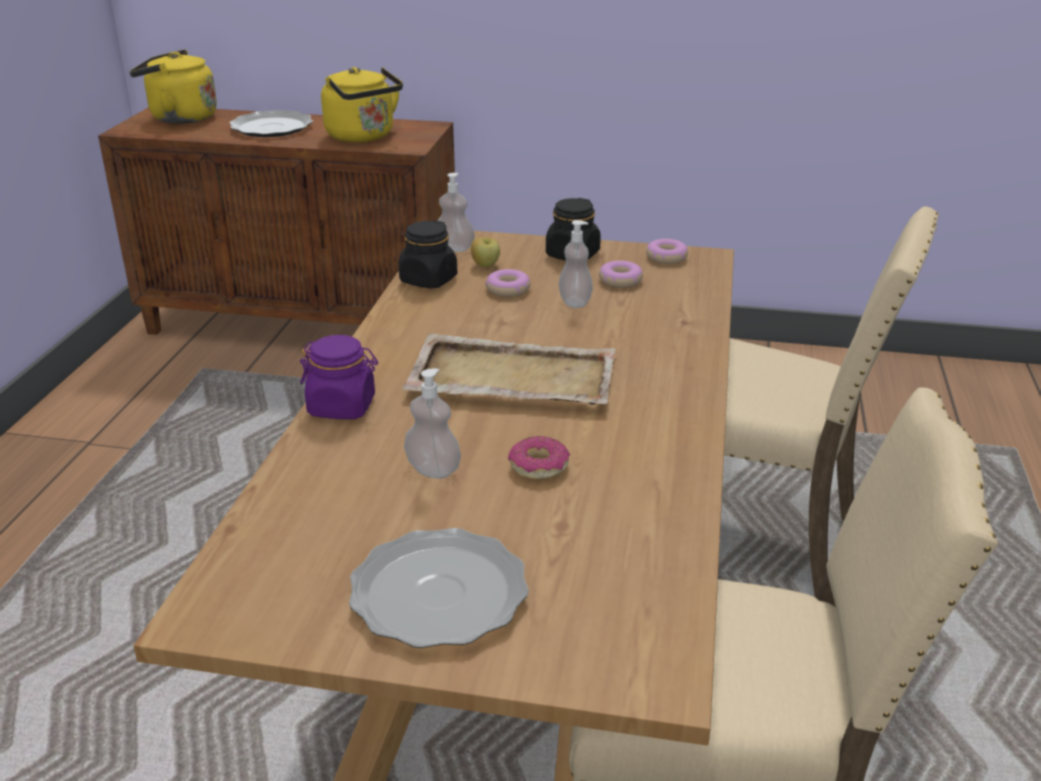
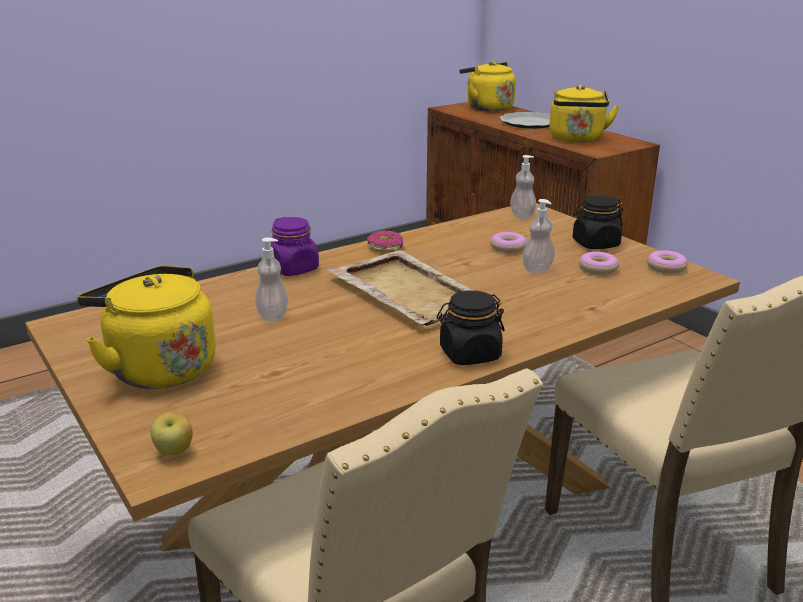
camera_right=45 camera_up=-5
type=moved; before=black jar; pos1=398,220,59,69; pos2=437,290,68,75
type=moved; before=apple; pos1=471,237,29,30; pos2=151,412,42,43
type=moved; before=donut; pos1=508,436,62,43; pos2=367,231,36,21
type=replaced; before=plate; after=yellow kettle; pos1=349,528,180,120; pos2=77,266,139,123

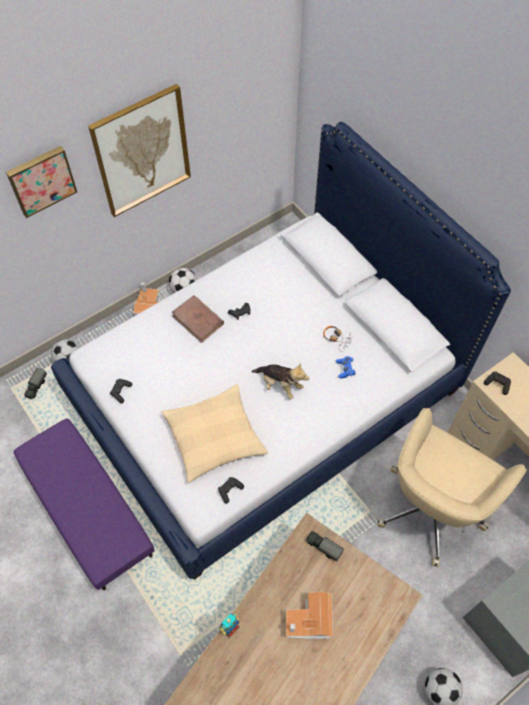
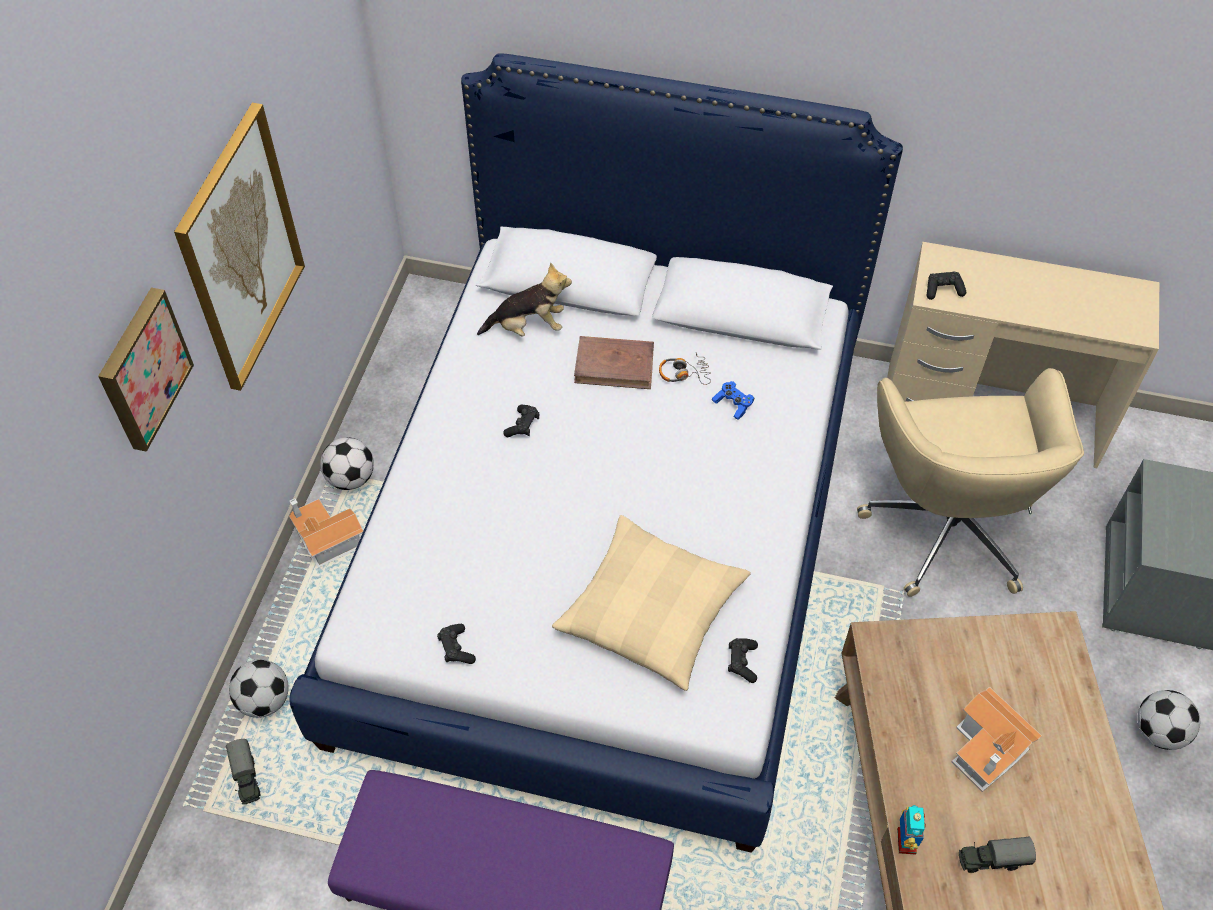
camera_right=-40 camera_up=-5
type=moved; before=brown book; pos1=171,295,53,48; pos2=574,336,80,53
type=moved; before=plush toy; pos1=251,363,58,36; pos2=477,262,95,75
type=moved; before=toy truck; pos1=306,531,38,31; pos2=959,837,77,36

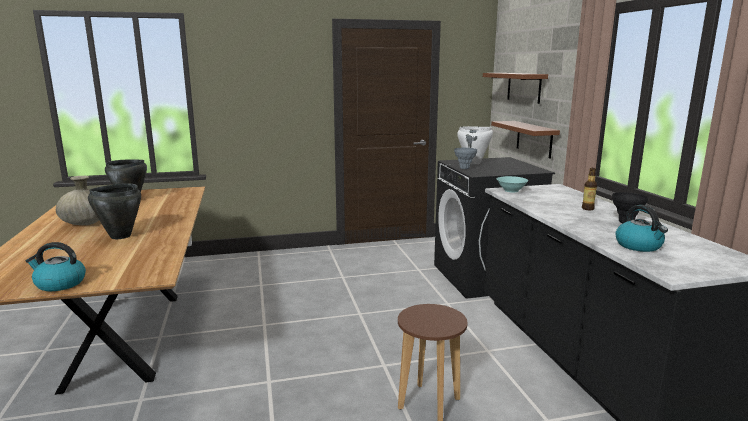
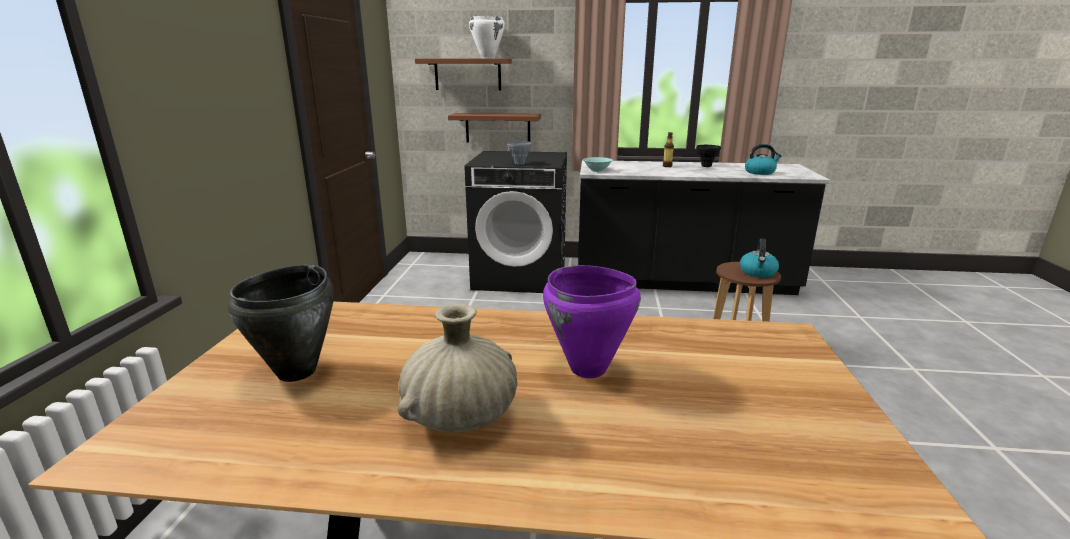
camera_right=-70 camera_up=5
type=moved; before=kettle; pos1=26,242,60,49; pos2=740,239,39,39
type=moved; before=white cooking pot; pos1=457,126,36,38; pos2=469,16,36,42
type=recoloured; before=black cooking pot; after=purple cooking pot; pos1=88,183,53,56; pos2=543,265,98,113

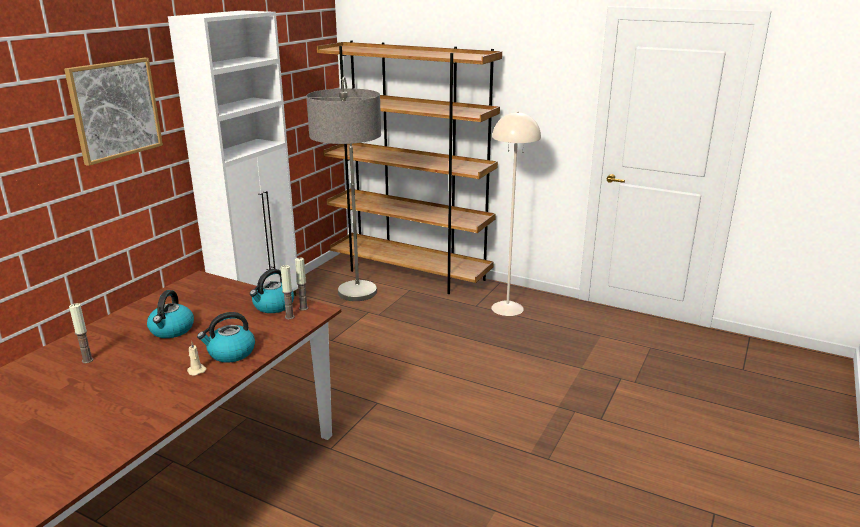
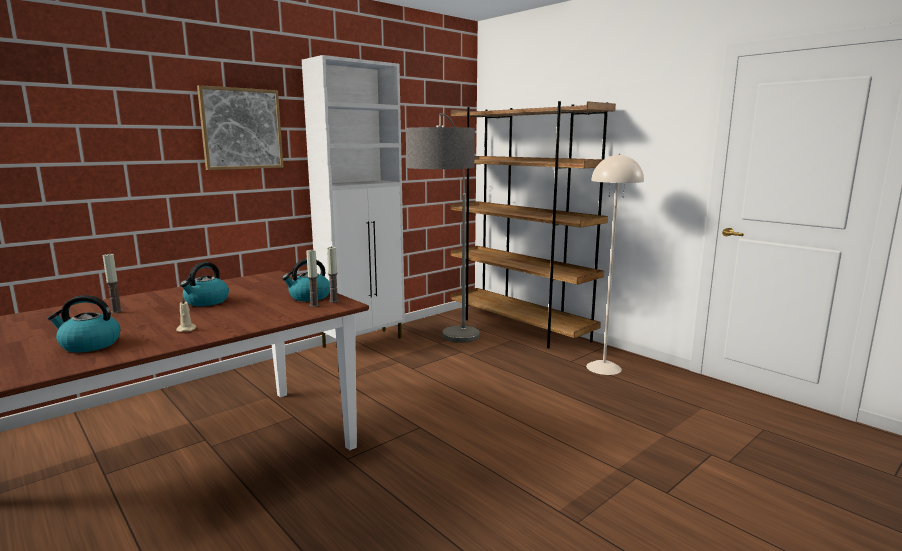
camera_right=20 camera_up=-10
type=moved; before=kettle; pos1=197,312,58,51; pos2=48,295,72,58

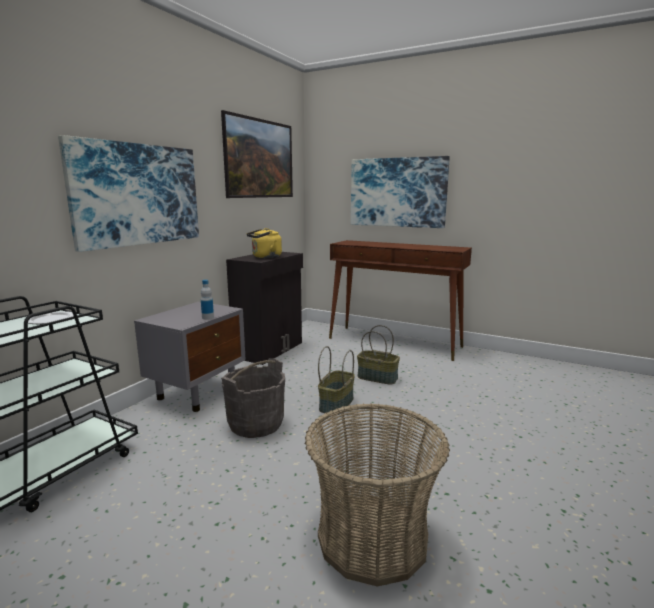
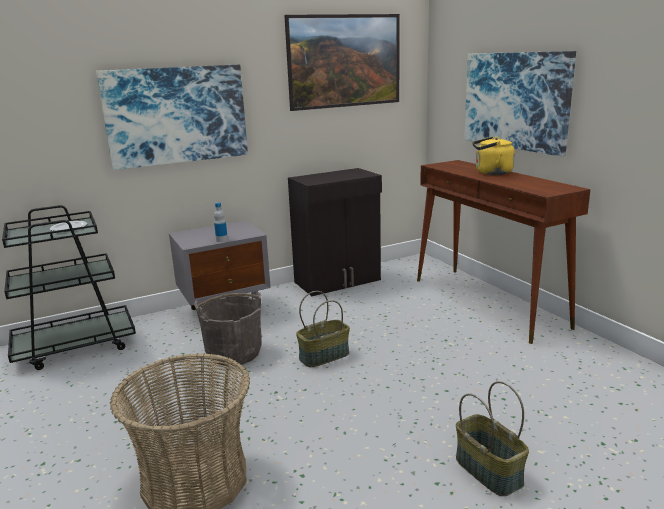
camera_right=35 camera_up=5
type=moved; before=yellow kettle; pos1=247,228,35,30; pos2=472,137,43,38
type=moved; before=basket; pos1=357,325,43,60; pos2=456,381,73,115

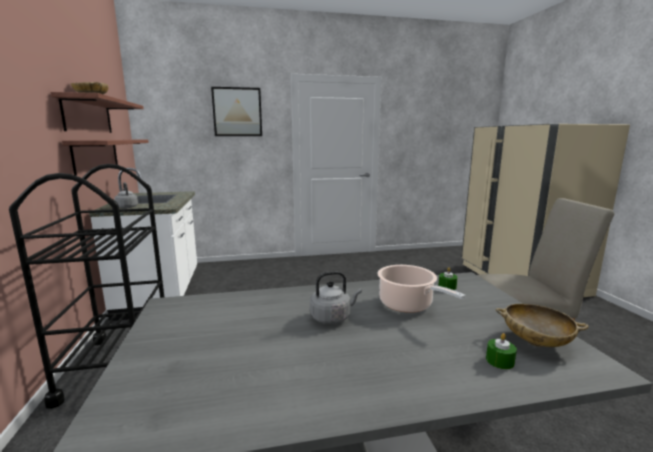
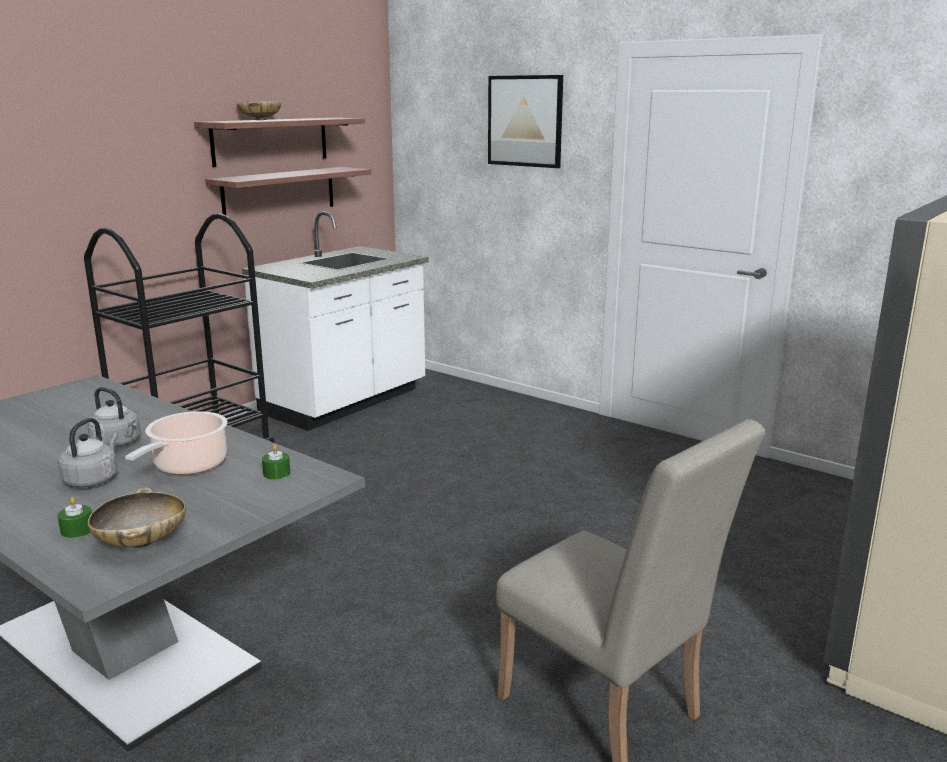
camera_right=50 camera_up=5
type=moved; before=grey kettle; pos1=114,182,24,27; pos2=58,418,60,70

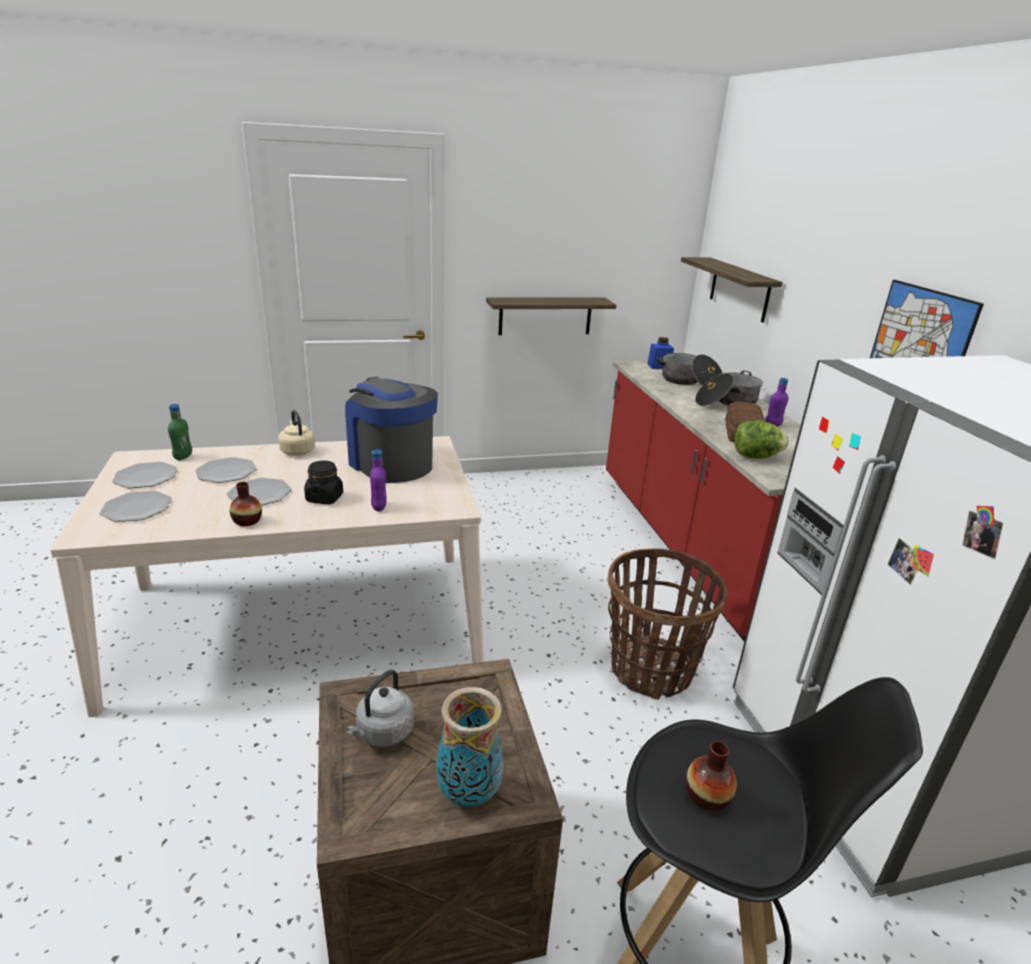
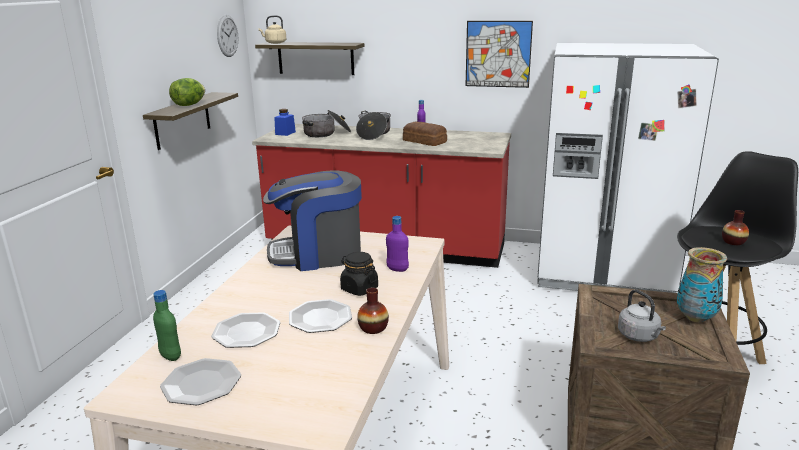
camera_right=-60 camera_up=-5
type=removed; before=plate; pos1=99,491,72,31
type=removed; before=basket; pos1=607,548,121,152
type=added; after=wall clock; pos2=217,15,21,42
type=moved; before=beige kettle; pos1=278,410,37,46; pos2=258,15,28,29
type=moved; before=lettuce; pos1=734,420,55,38; pos2=169,78,36,28

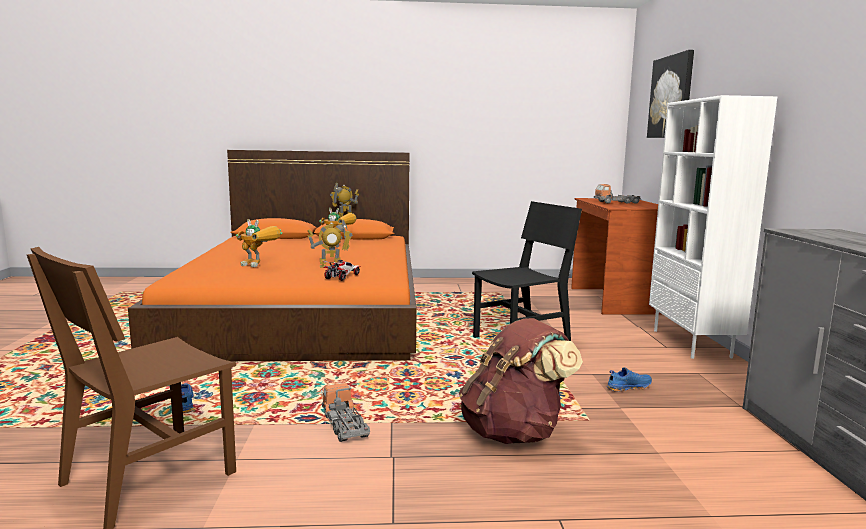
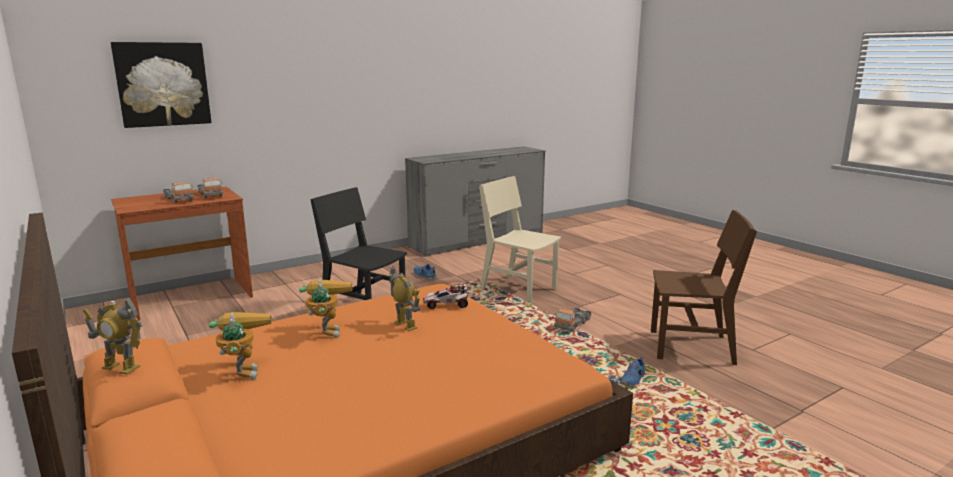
camera_right=-120 camera_up=5
type=removed; before=white bookcase; pos1=649,95,128,264
type=added; after=toy truck; pos2=198,178,25,20
type=moved; before=toy robot; pos1=236,219,46,48; pos2=299,279,53,59
type=replaced; before=brown backpack; after=beige chair; pos1=459,318,124,126; pos2=479,176,82,128

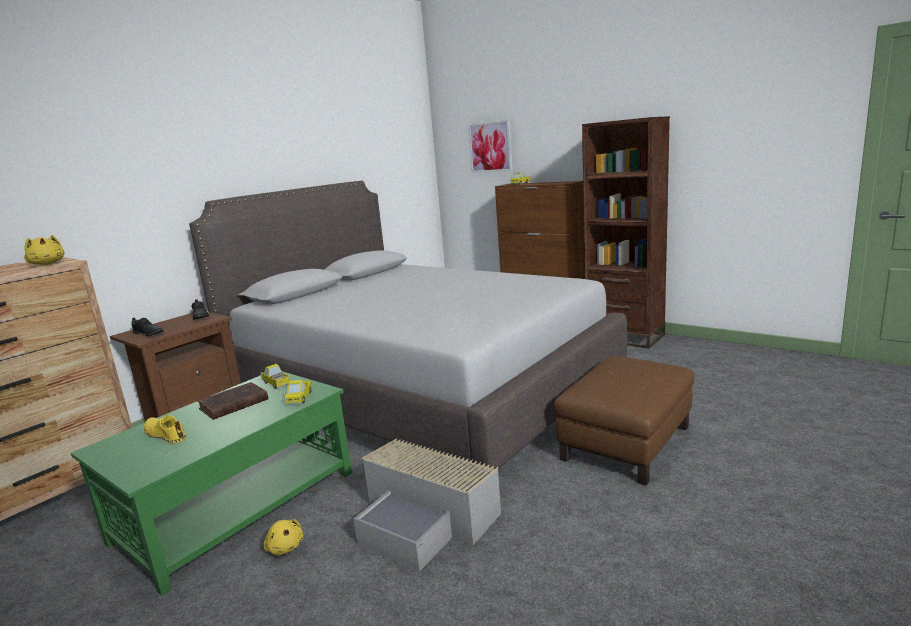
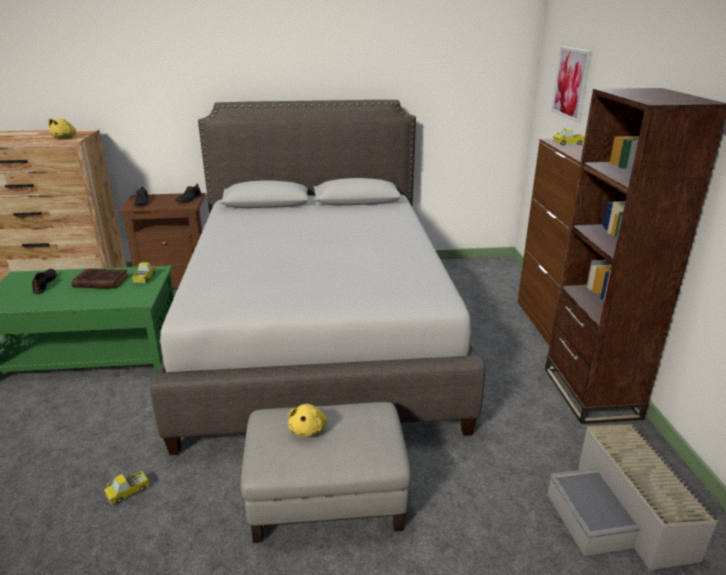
camera_right=45 camera_up=10
type=moved; before=yellow plush toy; pos1=263,519,40,36; pos2=288,404,39,33
type=moved; before=toy truck; pos1=283,380,30,25; pos2=104,471,46,34
type=moved; before=grey storage box; pos1=353,438,148,134; pos2=547,425,172,145
type=recoloured; before=yellow shoe; after=black shoe; pos1=144,415,42,29; pos2=32,269,25,25
type=recoloured; before=brown ottoman; after=grey ottoman; pos1=554,356,140,130; pos2=240,402,172,141

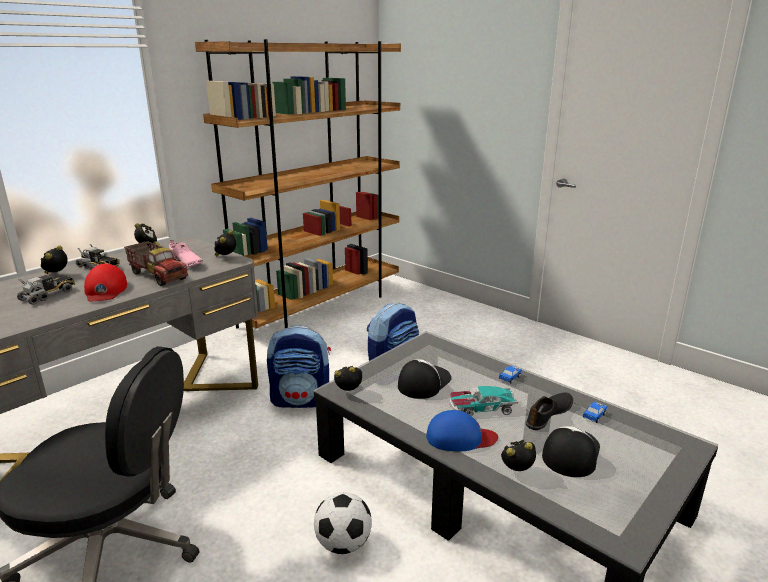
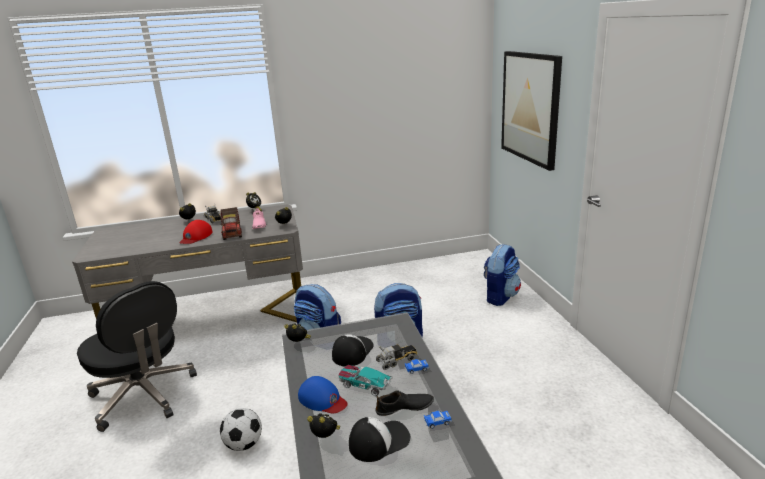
camera_right=35 camera_up=0
type=removed; before=brown bookcase; pos1=195,39,206,290
type=added; after=backpack; pos2=483,244,38,62
type=added; after=picture; pos2=501,51,61,120
type=moved; before=toy truck; pos1=17,275,58,30; pos2=376,344,41,26
type=turned; before=cap; pos1=398,359,53,40; pos2=332,334,42,32; turn=-45

